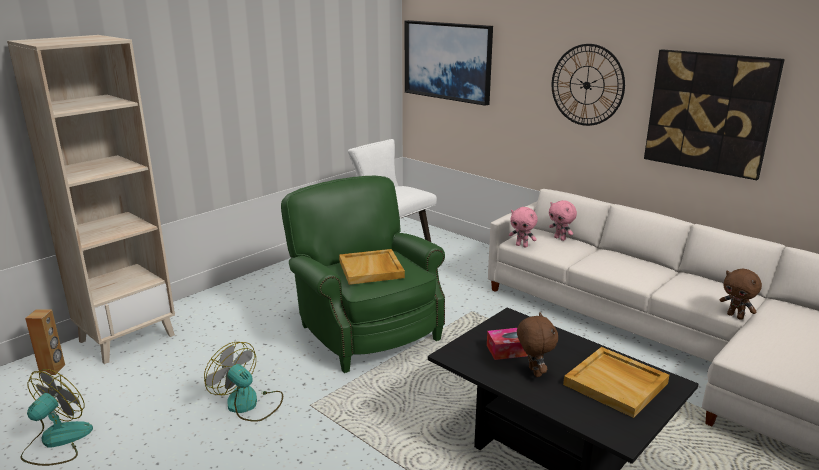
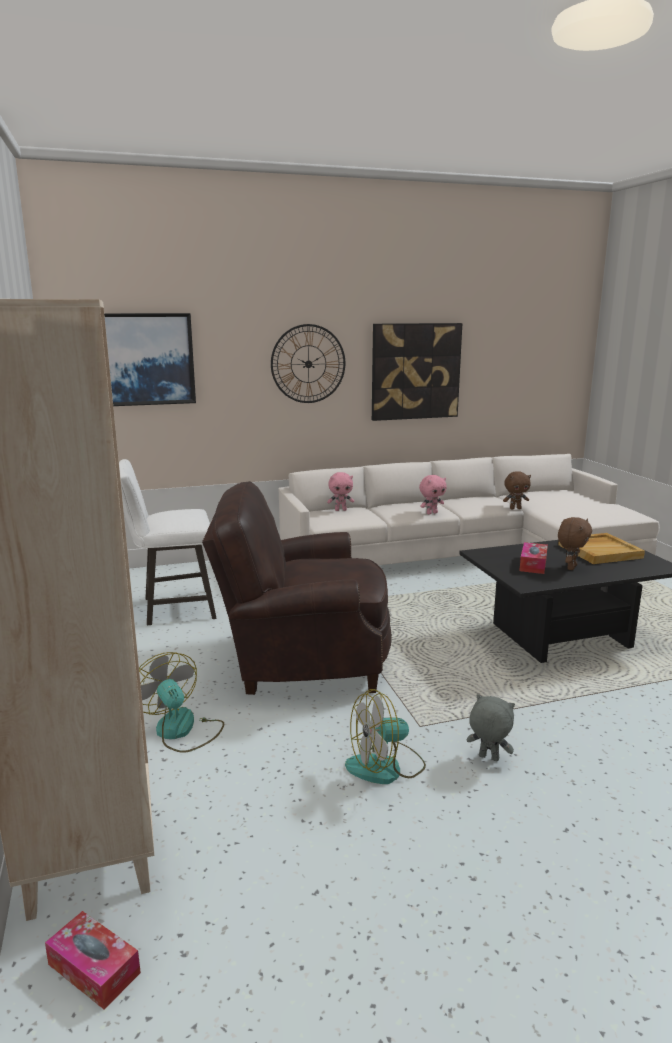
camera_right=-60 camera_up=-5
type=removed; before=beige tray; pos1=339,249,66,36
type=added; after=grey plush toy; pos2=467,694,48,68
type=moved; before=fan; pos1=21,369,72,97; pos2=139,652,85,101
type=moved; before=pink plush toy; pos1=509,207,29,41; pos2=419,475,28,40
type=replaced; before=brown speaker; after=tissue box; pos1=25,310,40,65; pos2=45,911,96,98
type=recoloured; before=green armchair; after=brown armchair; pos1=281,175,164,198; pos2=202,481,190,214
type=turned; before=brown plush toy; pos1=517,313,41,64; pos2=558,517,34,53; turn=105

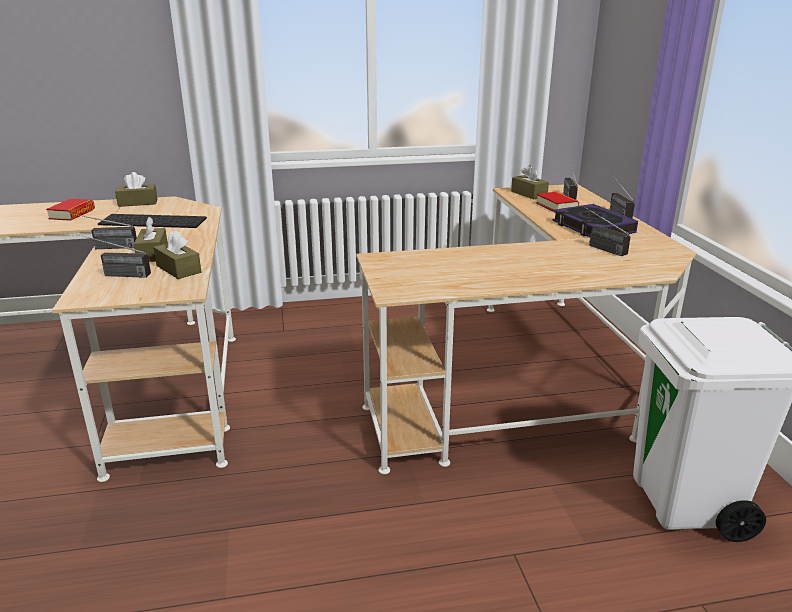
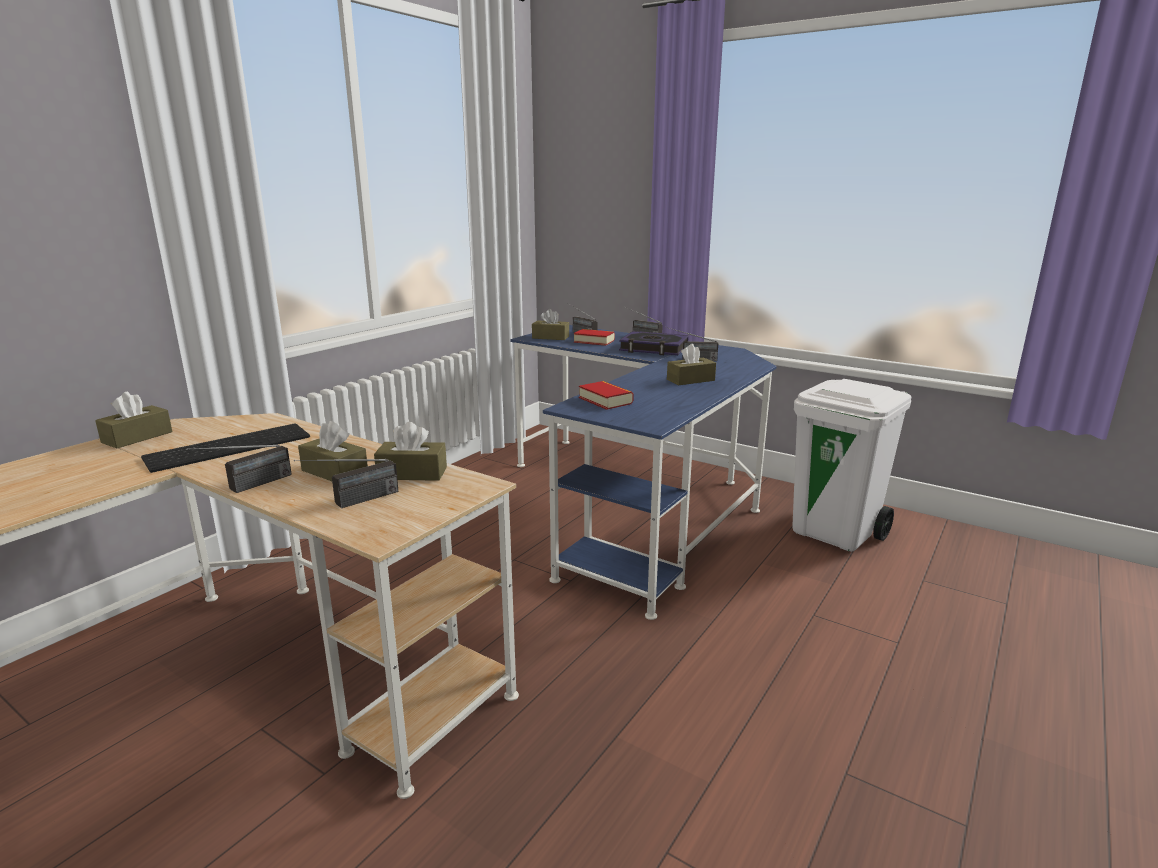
camera_right=-45 camera_up=-5
type=added; after=brown tissue box; pos2=667,344,49,41
type=moved; before=book; pos1=46,199,49,22; pos2=579,381,55,29
type=recoloured; before=beige desk; after=blue desk; pos1=356,184,340,290; pos2=510,325,267,295

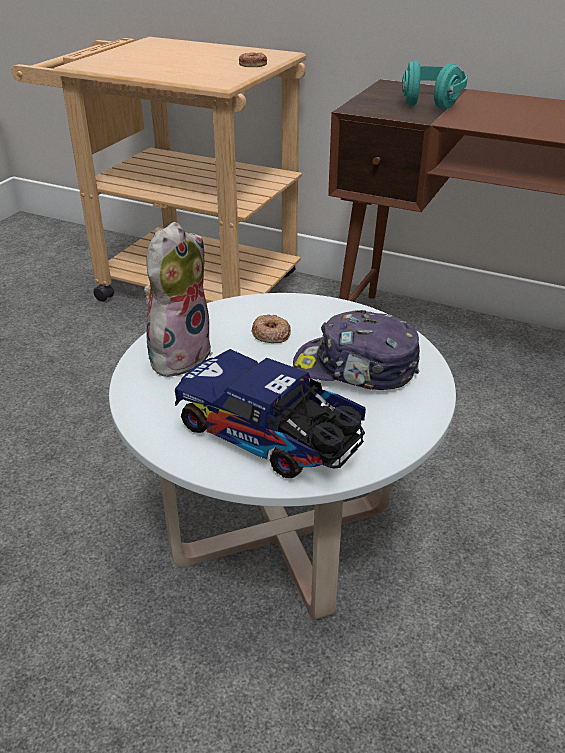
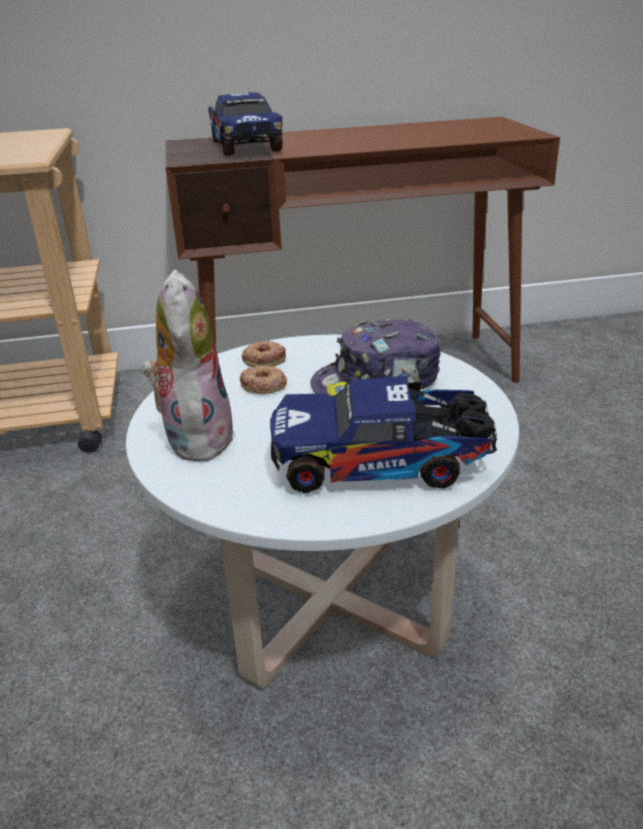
camera_right=-35 camera_up=-5
type=moved; before=donut; pos1=239,52,28,15; pos2=241,340,45,27
type=replaced; before=turquoise headphones; after=toy truck; pos1=402,60,66,49; pos2=208,92,75,64

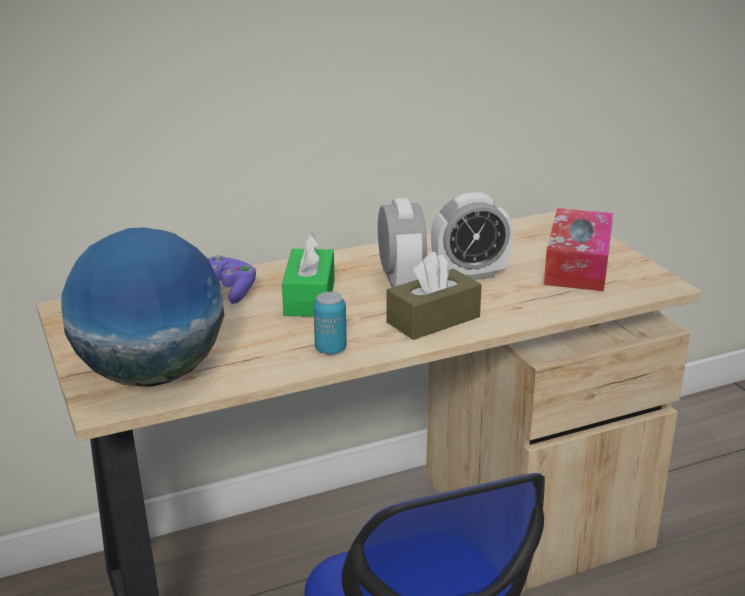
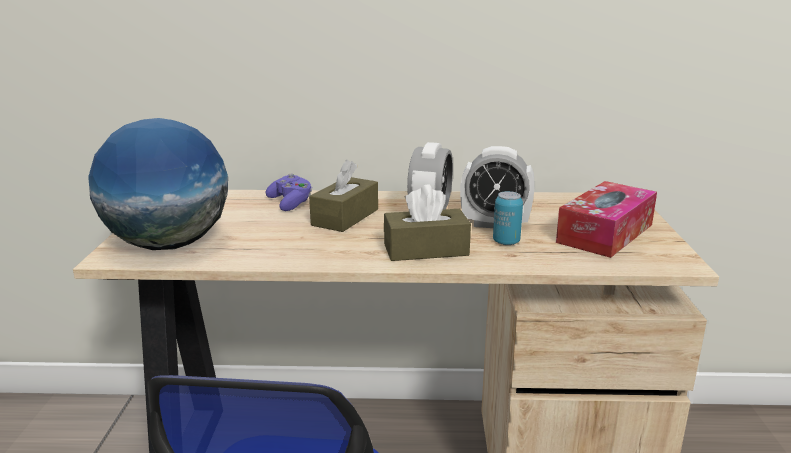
camera_right=25 camera_up=-5
type=moved; before=can; pos1=314,292,32,62; pos2=493,191,30,54
type=recoloured; before=green tissue box; after=brown tissue box; pos1=282,233,52,84; pos2=309,160,69,72

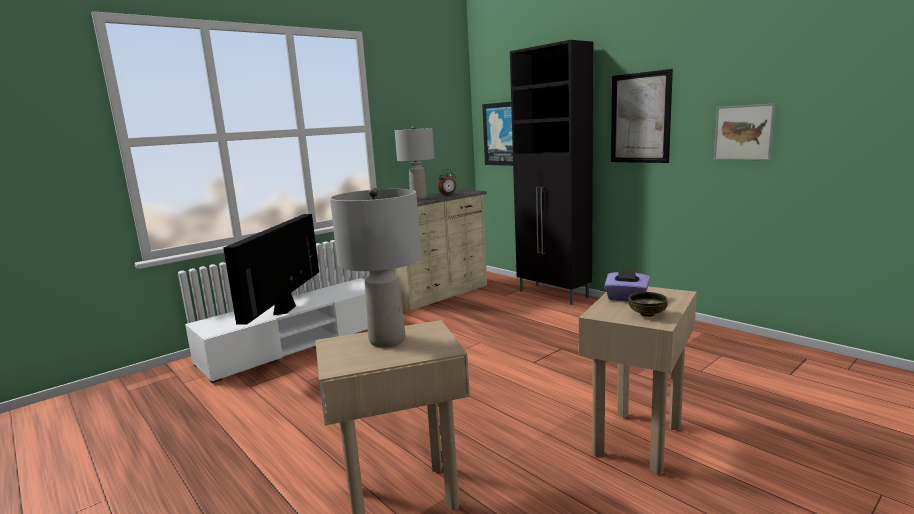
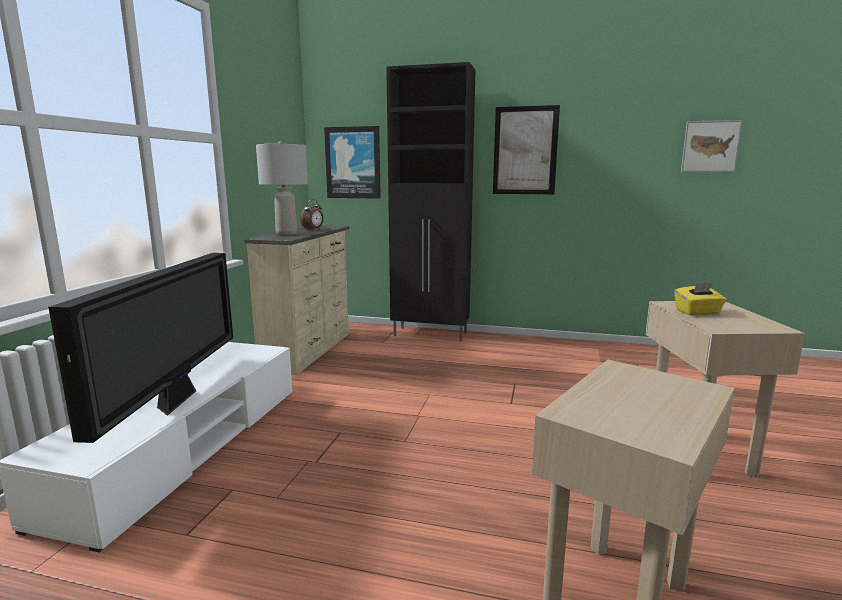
camera_right=-35 camera_up=0
type=removed; before=grey table lamp; pos1=330,188,91,159
type=removed; before=bowl; pos1=629,292,39,25
type=moved; before=picture; pos1=714,103,61,57; pos2=681,120,61,52
type=recoloured; before=purple tissue box; after=yellow tissue box; pos1=604,268,46,34; pos2=674,282,53,33
type=turned; before=television; pos1=223,214,96,111; pos2=48,253,185,190; turn=-150

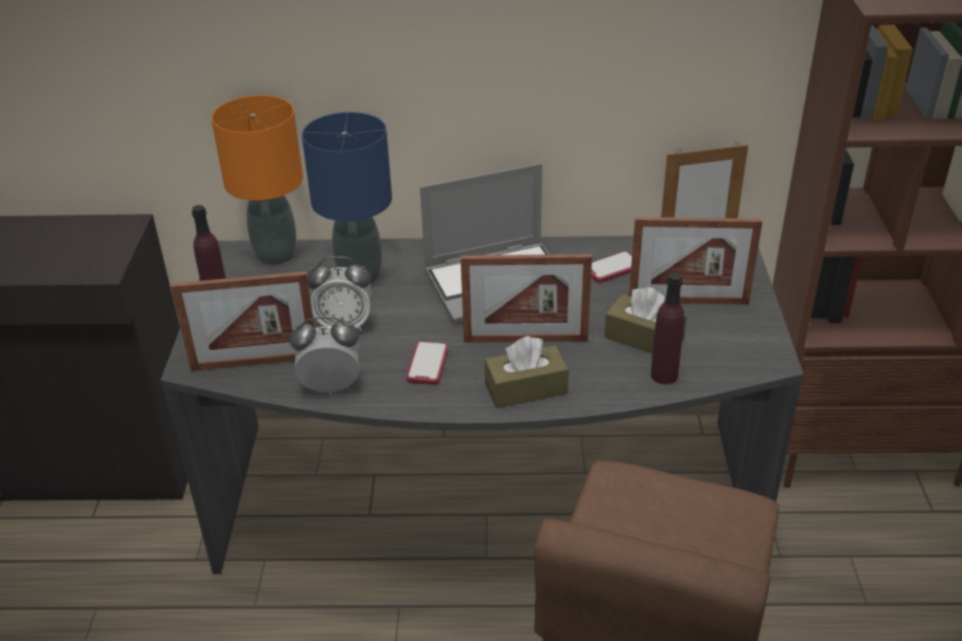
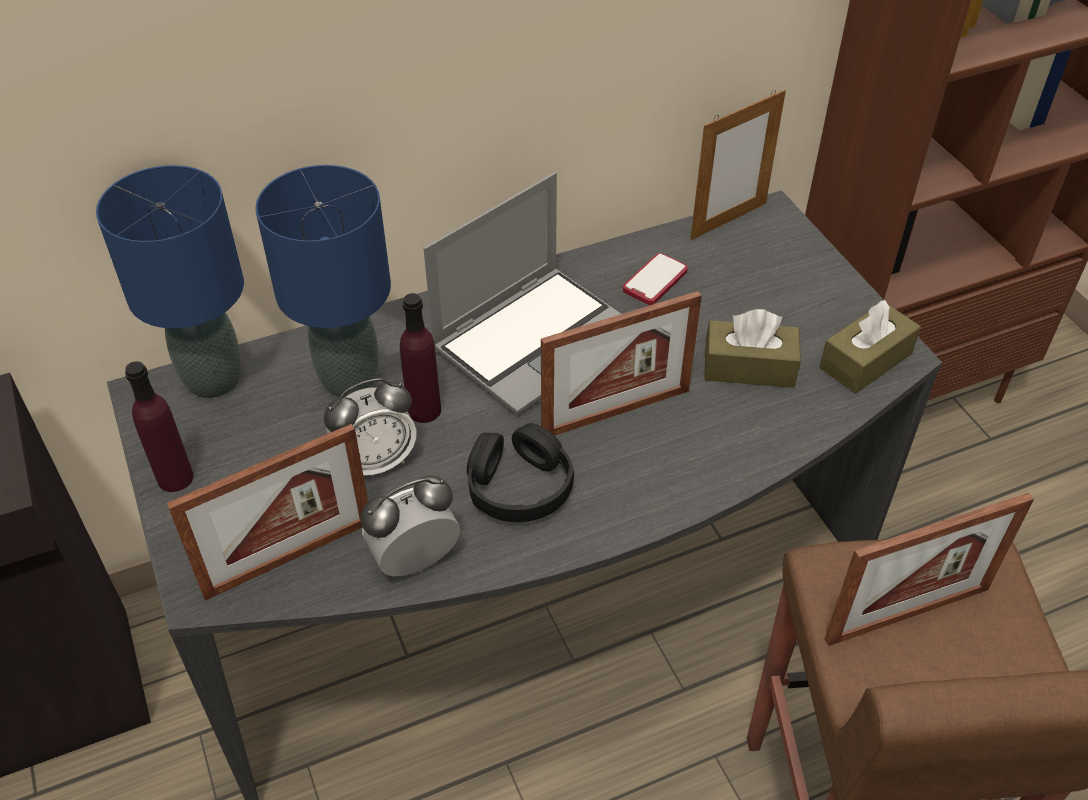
camera_right=-25 camera_up=10
type=moved; before=brown tissue box; pos1=485,336,84,72; pos2=819,300,102,94
type=moved; before=picture frame; pos1=629,217,133,88; pos2=824,493,210,153
type=moved; before=purple bottle; pos1=651,272,34,112; pos2=400,293,41,130
type=replaced; before=phone; after=black headphones; pos1=406,341,42,44; pos2=467,423,107,99
type=recoloured; before=orange table lamp; after=blue table lamp; pos1=211,95,92,170; pos2=96,165,148,233

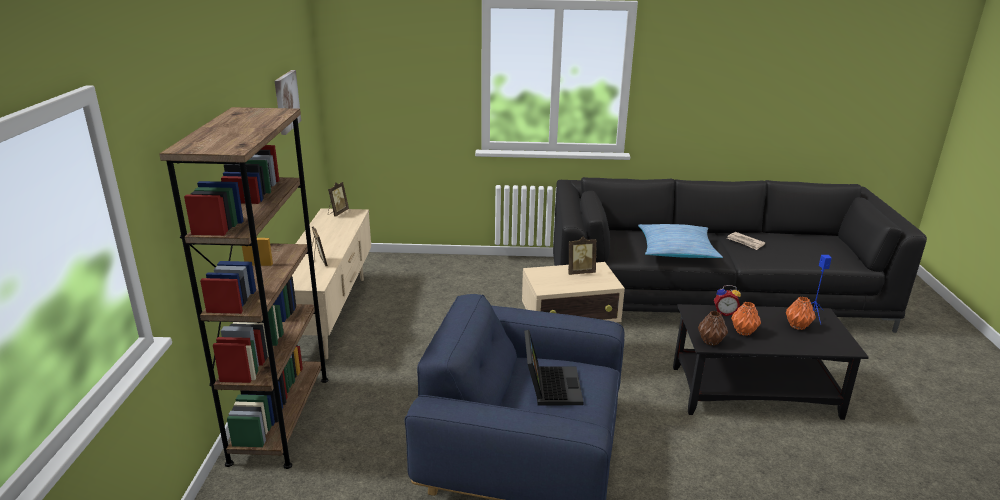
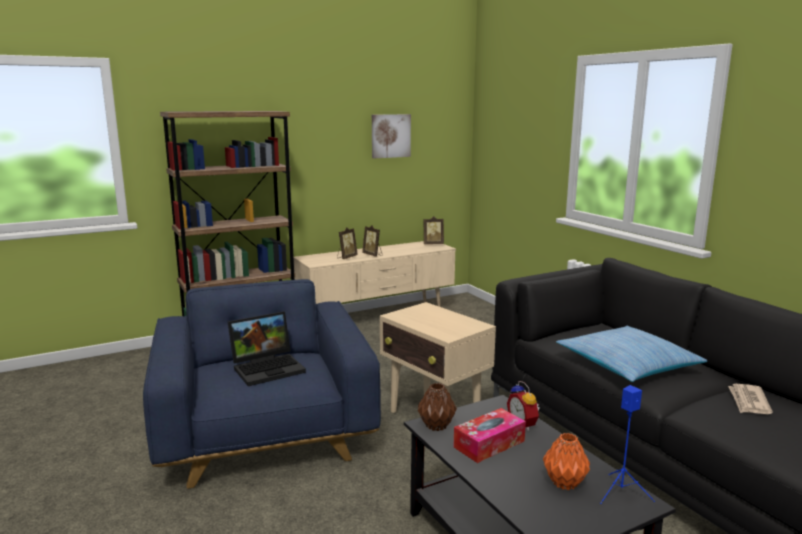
camera_right=60 camera_up=-10
type=moved; before=picture frame; pos1=568,237,29,38; pos2=362,225,20,32
type=replaced; before=orange vase; after=tissue box; pos1=731,302,30,34; pos2=454,408,72,55

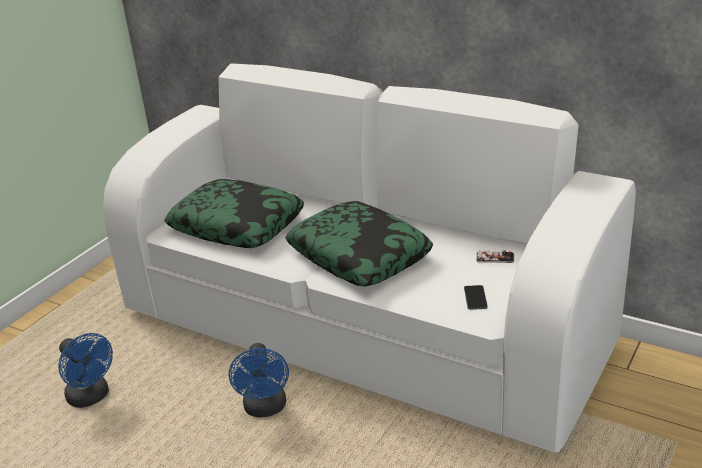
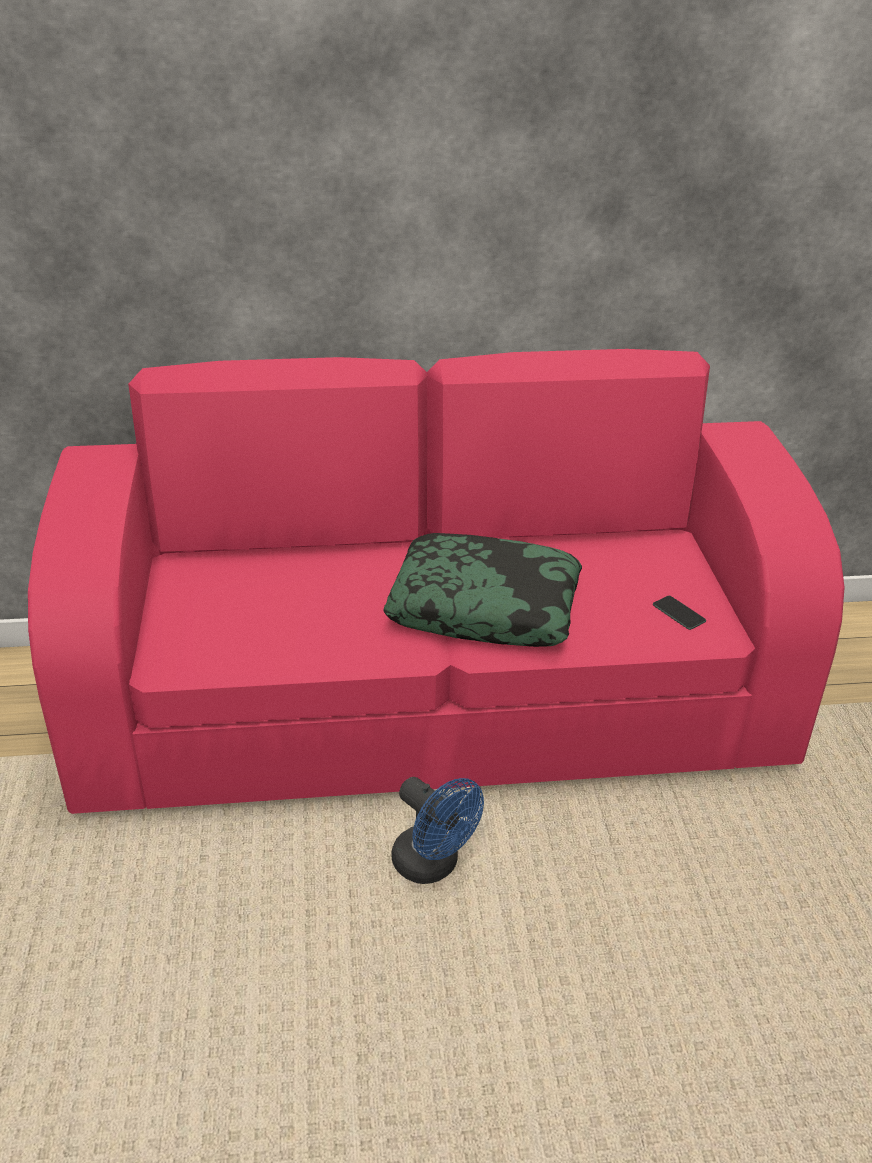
camera_right=-40 camera_up=5
type=removed; before=blue fan; pos1=58,333,55,75
type=removed; before=pillow; pos1=164,179,140,69
type=removed; before=phone; pos1=476,250,38,13
type=recoloured; before=white sofa; after=pink sofa; pos1=103,63,533,390; pos2=28,349,817,465

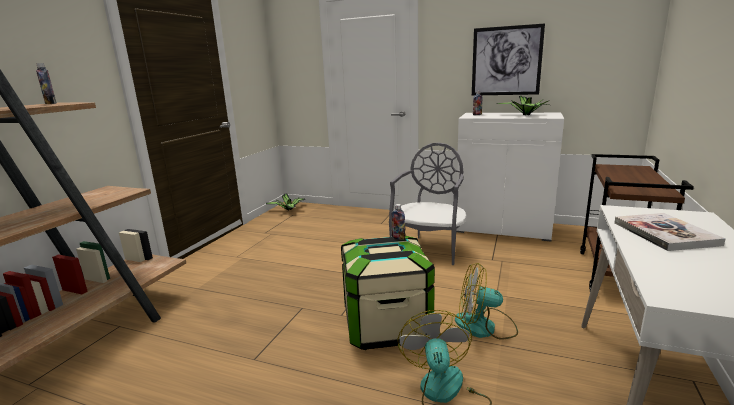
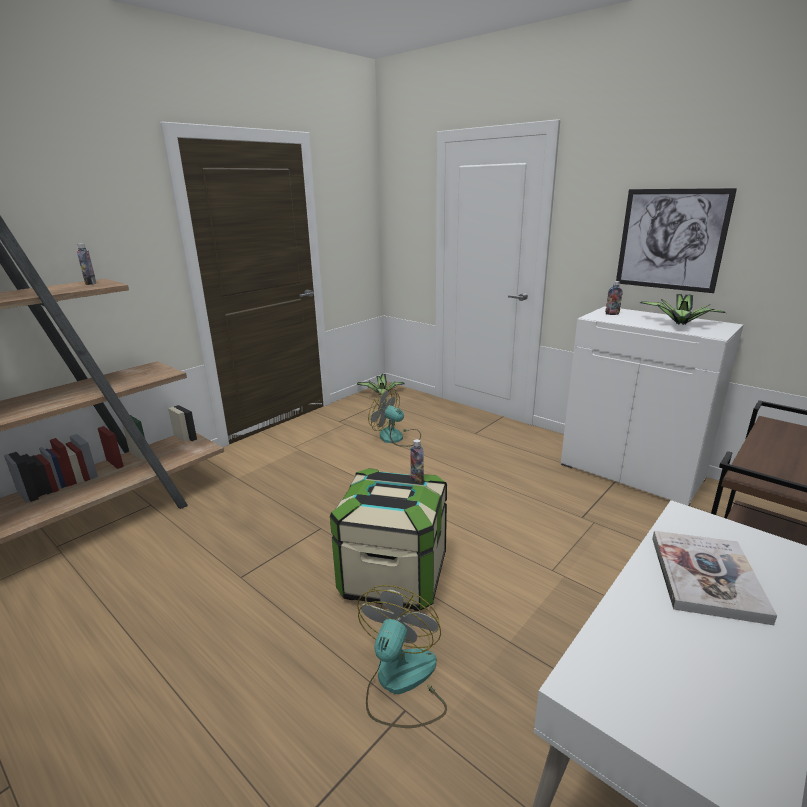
camera_right=20 camera_up=5
type=removed; before=grey chair; pos1=389,142,78,123
type=moved; before=fan; pos1=455,263,63,77; pos2=368,388,53,59

